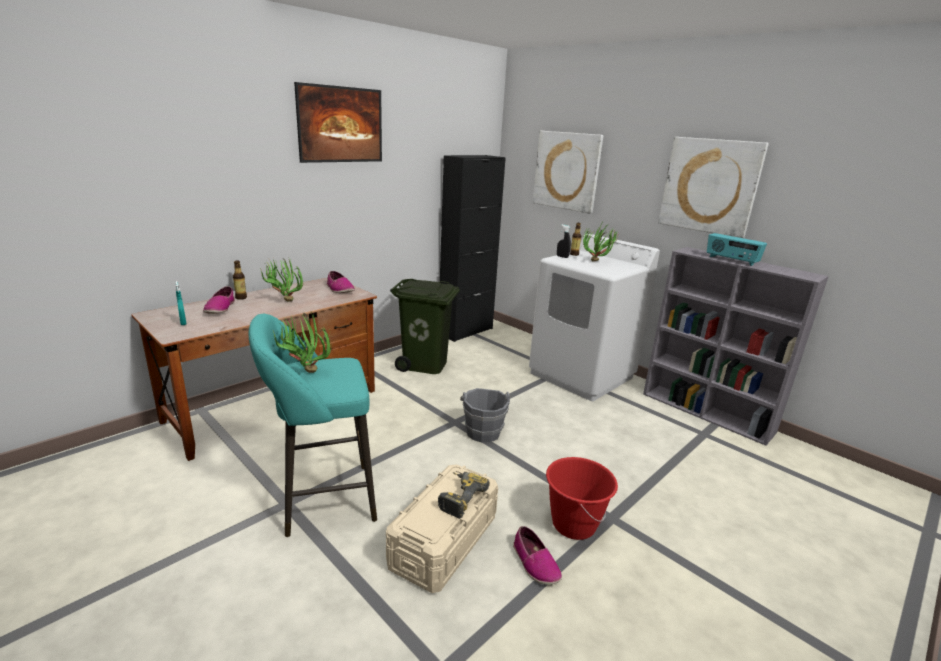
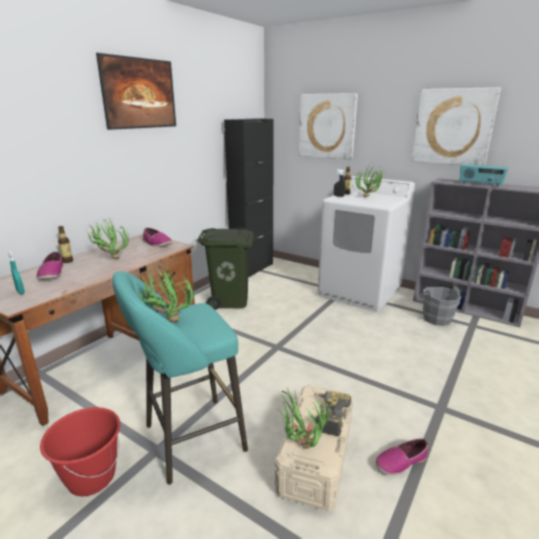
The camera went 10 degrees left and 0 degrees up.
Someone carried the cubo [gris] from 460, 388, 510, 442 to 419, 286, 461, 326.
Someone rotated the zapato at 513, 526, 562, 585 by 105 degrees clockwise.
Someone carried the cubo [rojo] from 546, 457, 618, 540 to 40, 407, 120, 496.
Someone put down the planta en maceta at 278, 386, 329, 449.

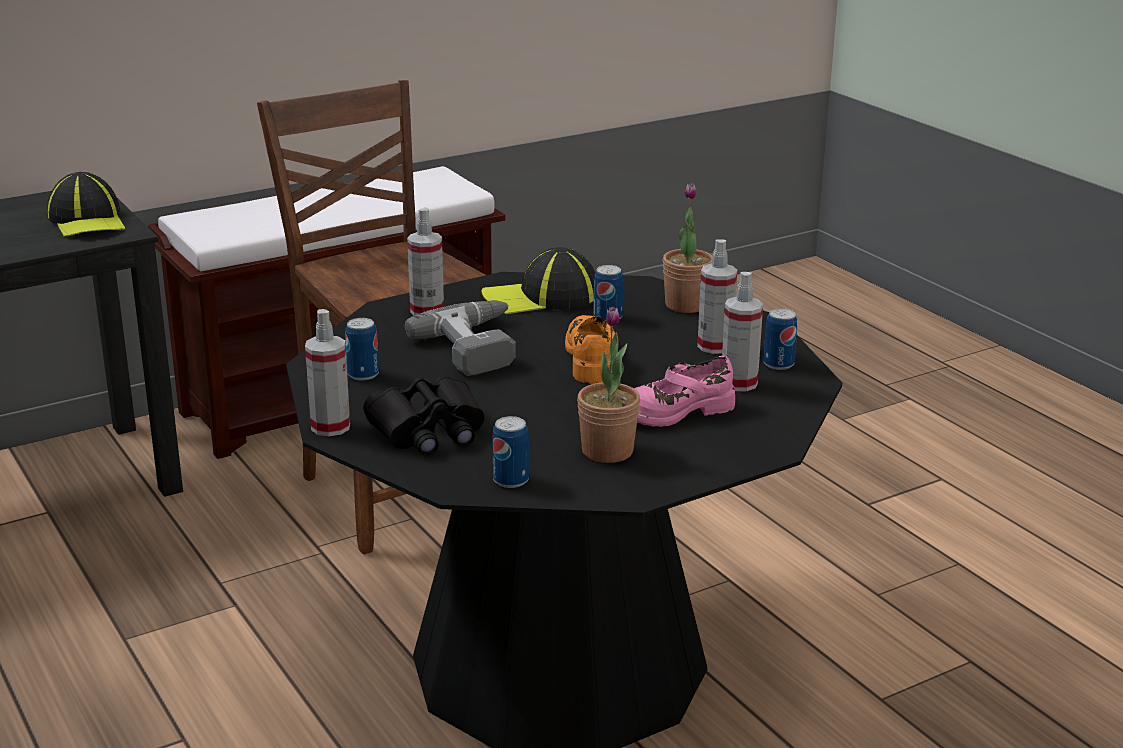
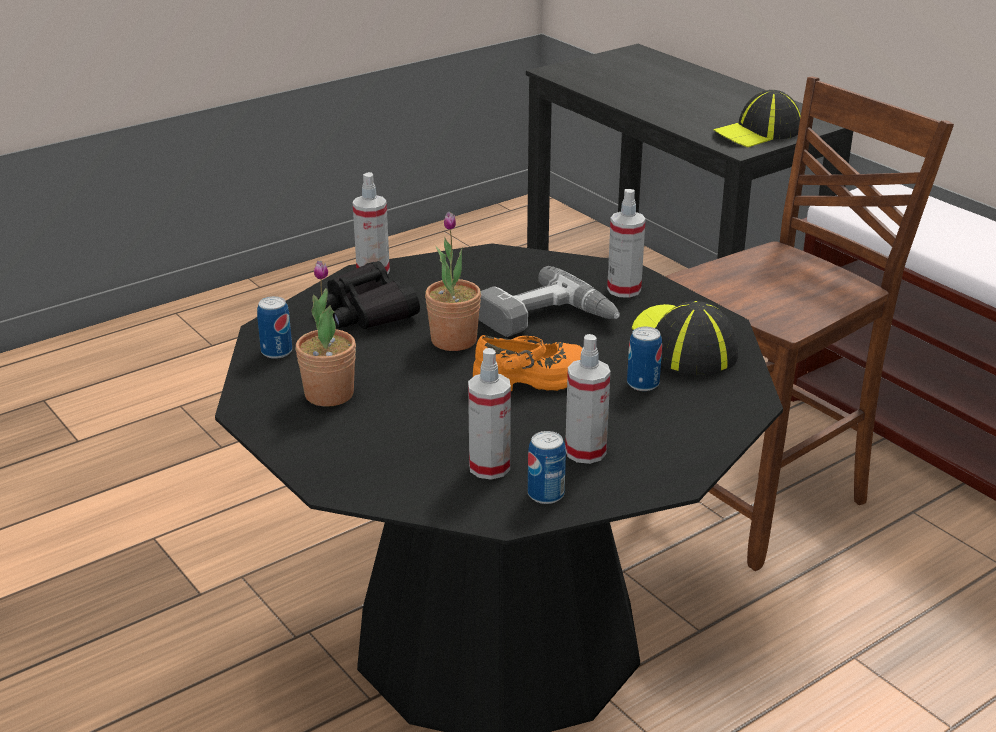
The camera went 85 degrees right and 5 degrees up.
Someone took away the lata at 345, 318, 379, 381.
Someone took away the zapato [rosa] at 634, 356, 735, 427.
Someone carried the planta en maceta from 662, 183, 713, 313 to 425, 212, 481, 351.

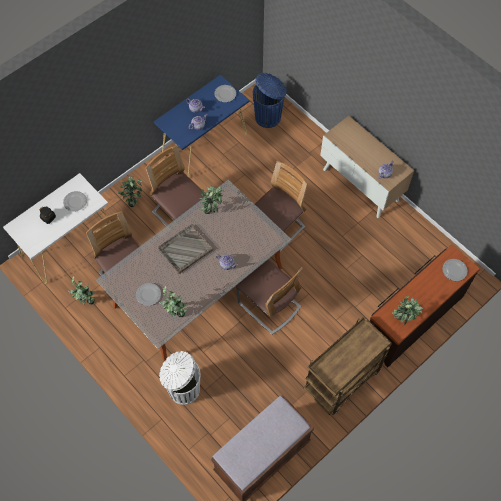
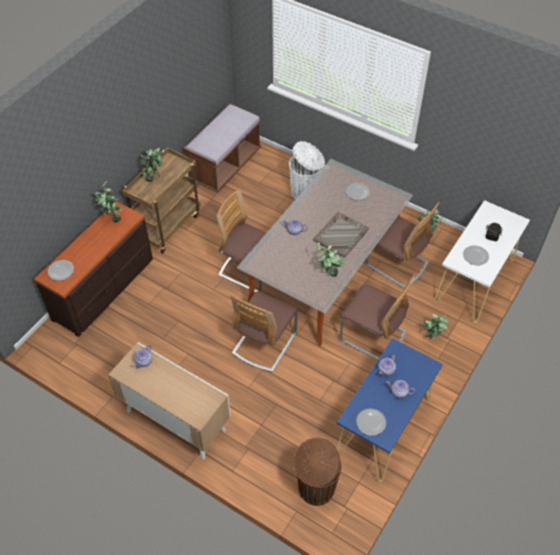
The camera went 165 degrees right and 10 degrees down.
Someone carried the planta en maceta from 159, 286, 187, 317 to 139, 148, 163, 182.
Someone repainted the papelera [azul] at 253, 73, 287, 128, which became the papelera [marrón] at 294, 438, 342, 506.

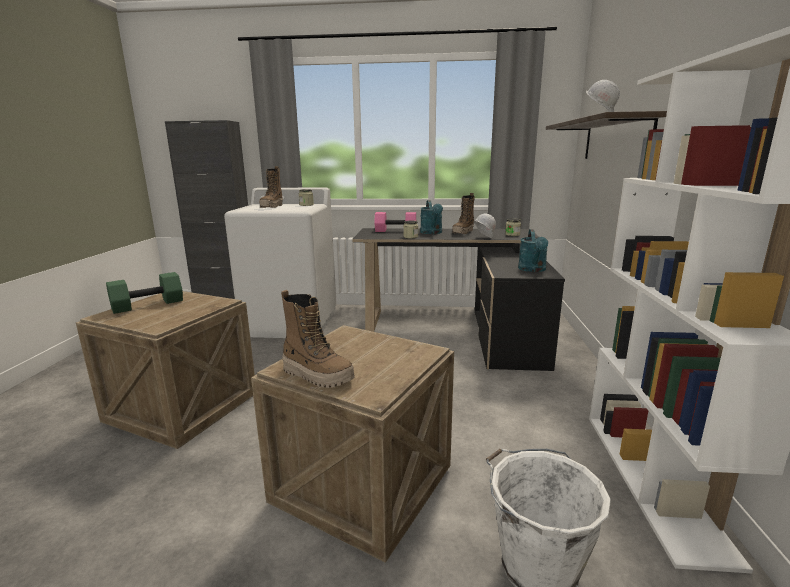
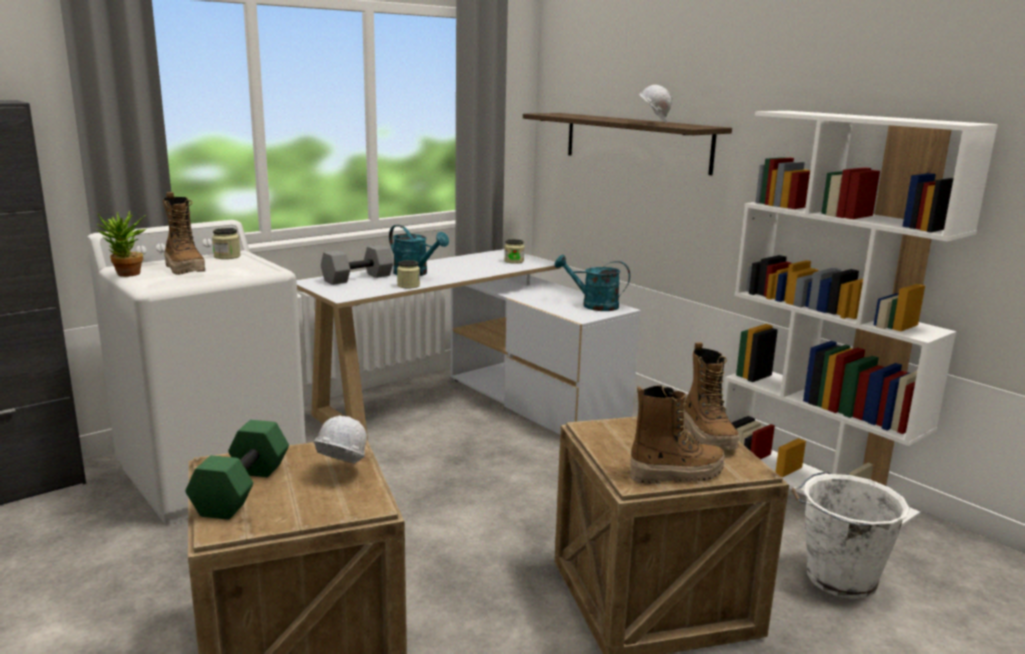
The camera went 45 degrees left and 0 degrees up.
Someone repainted the escritorio [negro] at 352, 228, 565, 371, which became the escritorio [blanco] at 297, 249, 641, 440.
Someone repainted the mancuerna [rosa] at 374, 212, 416, 232, which became the mancuerna [gris] at 321, 245, 393, 285.
Someone carried the bota from 452, 193, 475, 234 to 683, 342, 739, 450.
Someone carried the casco [blanco] from 473, 213, 496, 238 to 313, 415, 367, 464.
Someone rotated the regadera [turquesa] at 518, 229, 548, 272 by 150 degrees clockwise.
Someone put down the planta en maceta at 96, 211, 146, 277.

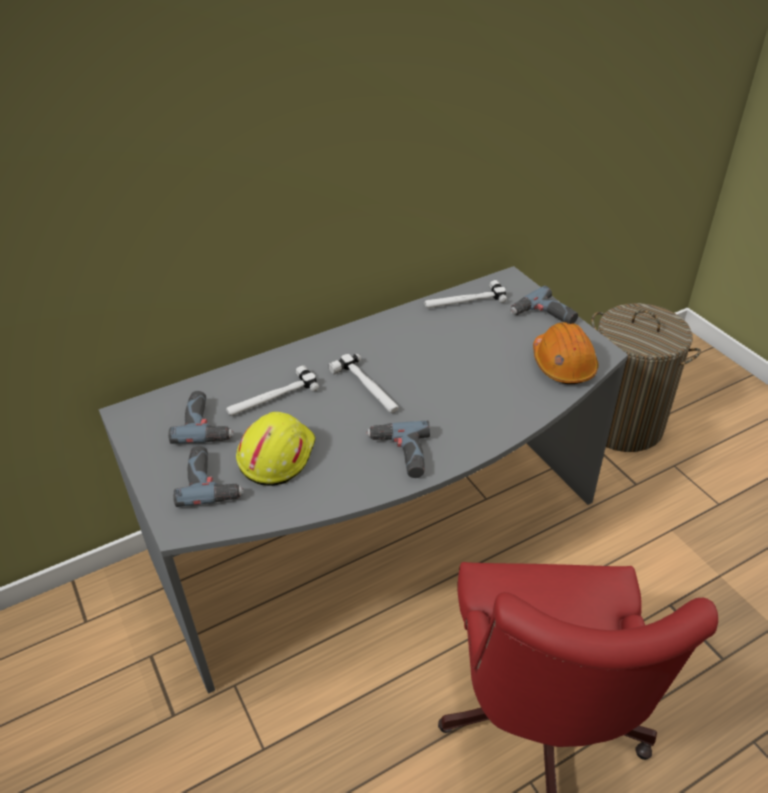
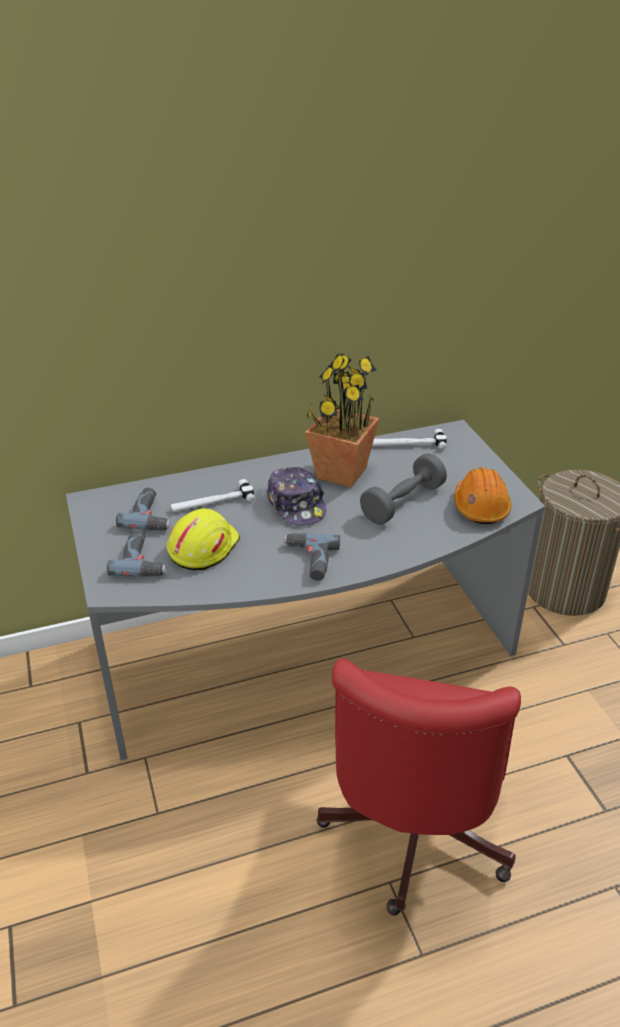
The camera went 10 degrees right and 5 degrees down.
Someone swapped the martillo at 328, 353, 399, 413 for the gorra at 266, 467, 326, 526.
Someone took away the taladro at 510, 286, 578, 324.
Someone put down the planta en maceta at 305, 353, 379, 488.
Someone put down the mancuerna [gris] at 360, 453, 447, 525.

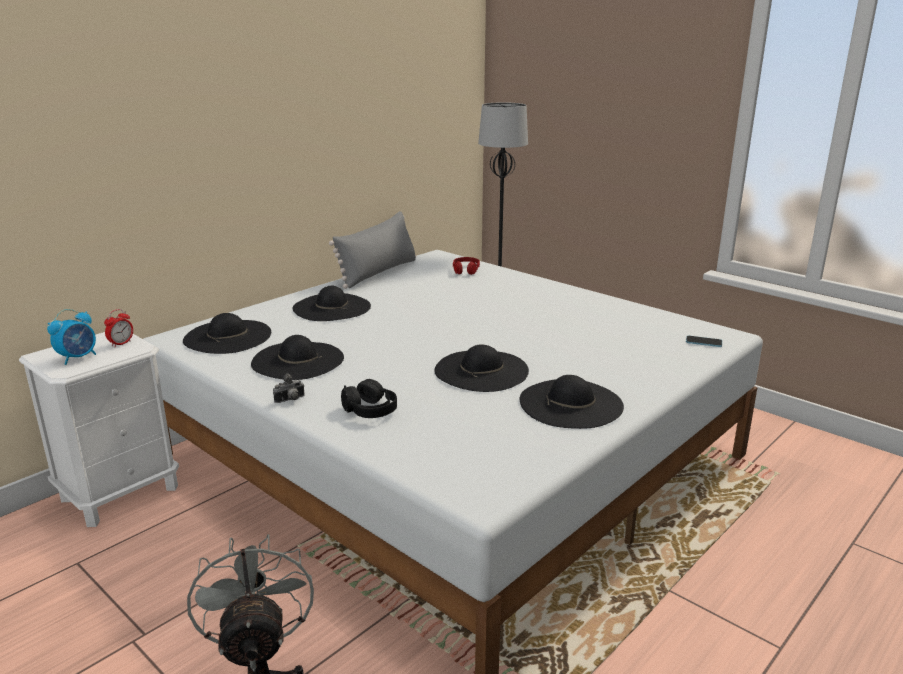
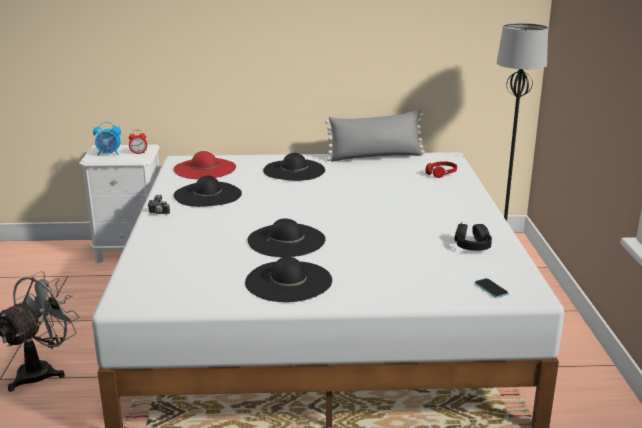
The camera went 45 degrees right and 0 degrees up.
Someone repainted the sombrero [negro] at 183, 313, 271, 354, which became the sombrero [rojo] at 174, 151, 236, 179.
Someone carried the auriculares [negro] from 341, 379, 397, 418 to 454, 222, 492, 251.

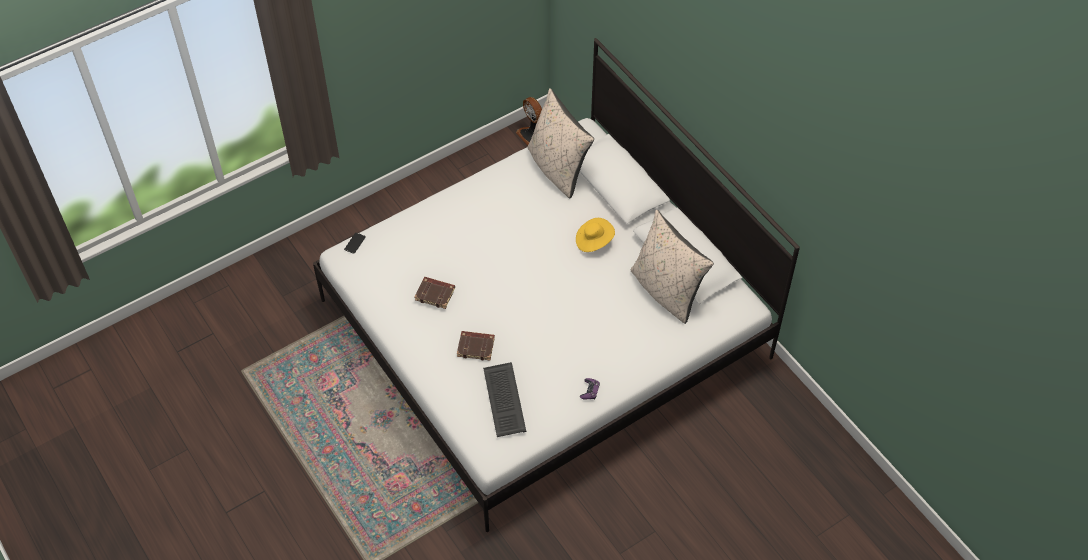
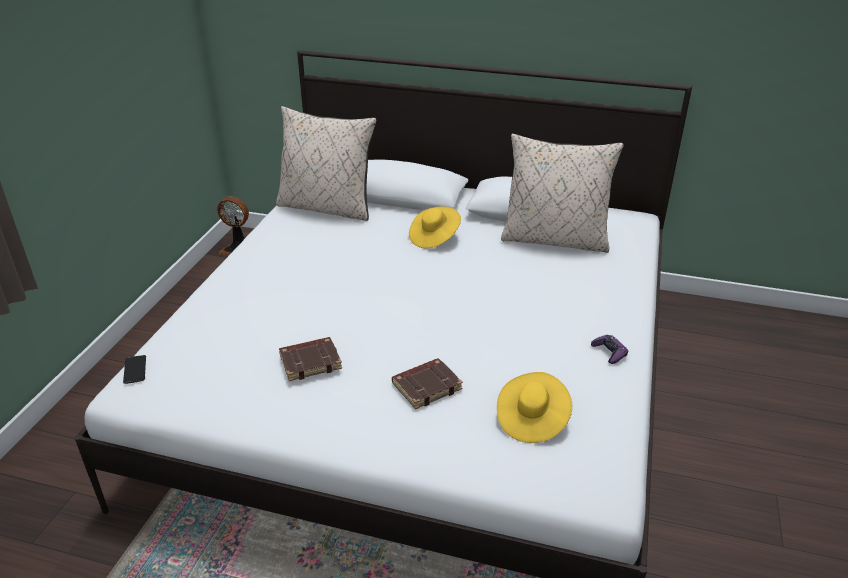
The camera went 40 degrees left and 20 degrees down.
Someone swapped the teclado at 483, 362, 526, 437 for the sombrero [amarillo] at 497, 372, 572, 443.

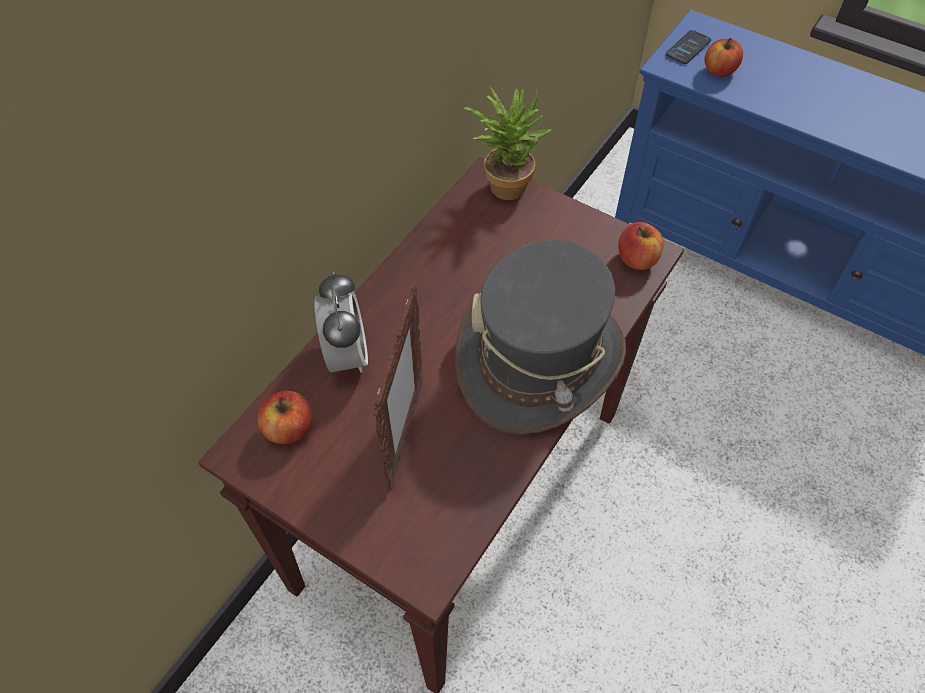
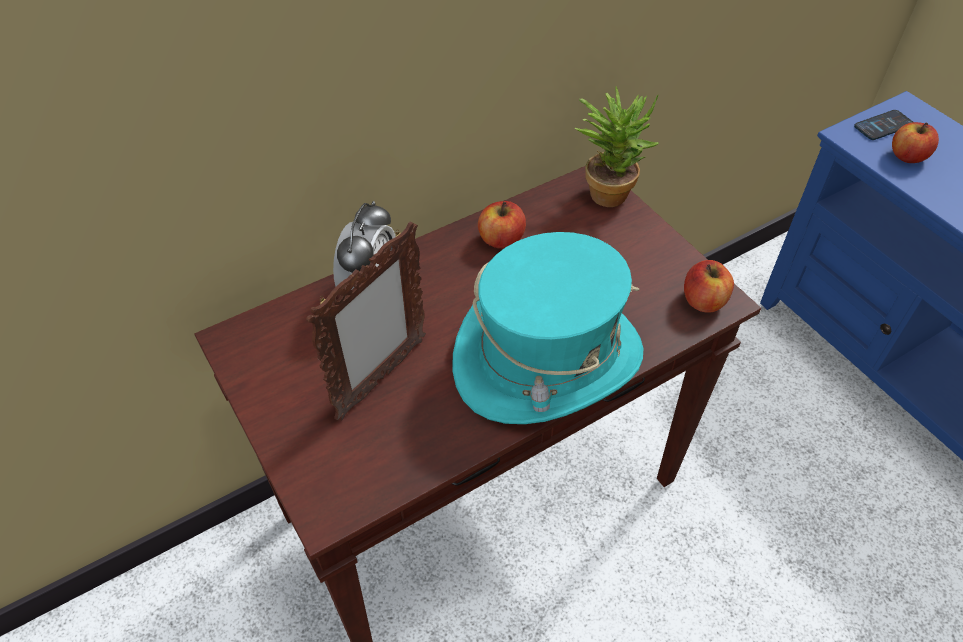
The camera went 25 degrees right and 5 degrees down.
Someone carried the manzana from 258, 391, 312, 444 to 478, 201, 526, 249.
Someone repainted the sombrero [gris] at 455, 240, 626, 435, which became the sombrero [turquesa] at 453, 232, 643, 424.

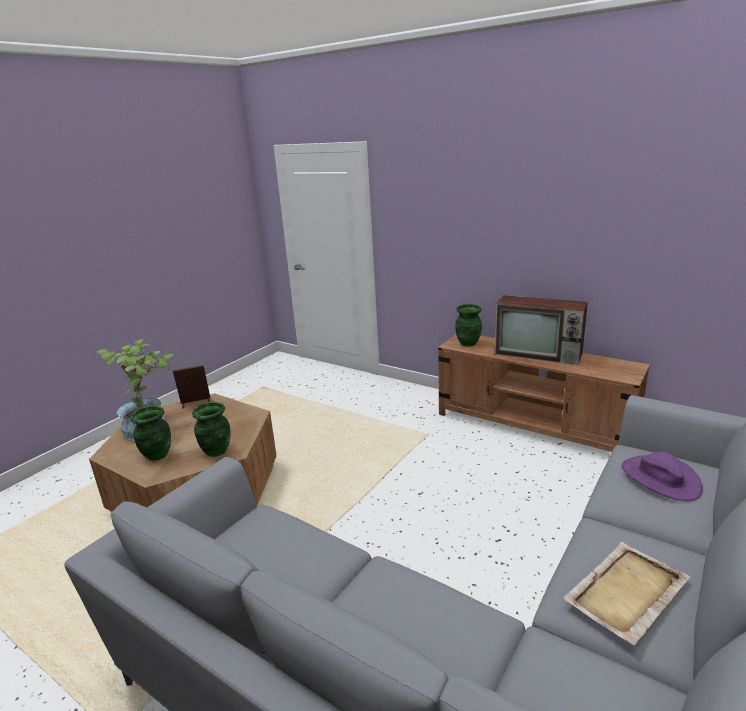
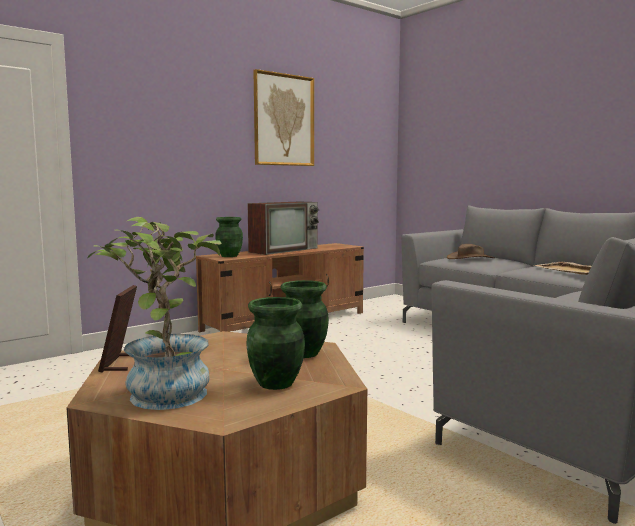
The camera went 75 degrees left and 15 degrees down.
Someone repainted the sombrero [morado] at 621, 452, 703, 501, which became the sombrero [marrón] at 447, 244, 495, 259.
Someone put up the cuadro at 253, 69, 314, 166.

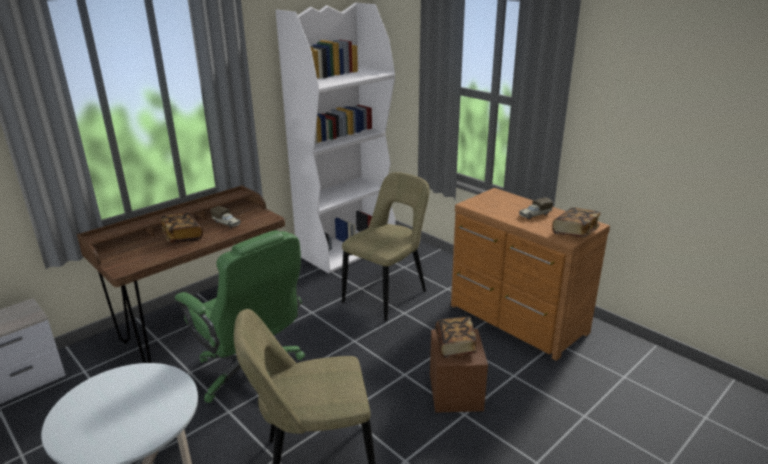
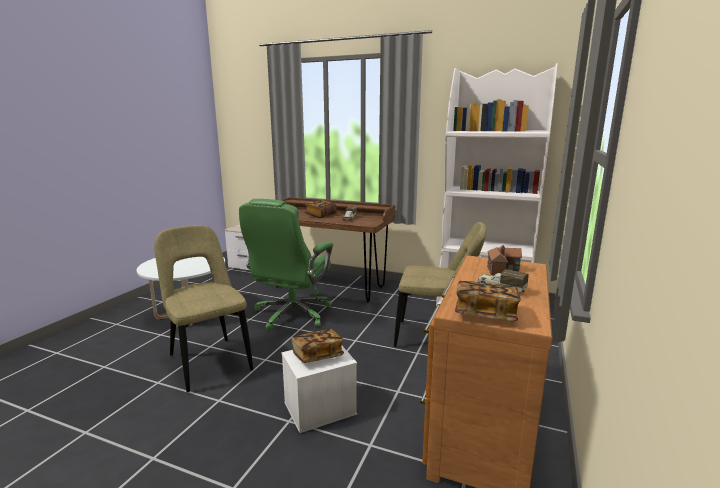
The camera went 65 degrees right and 10 degrees down.
Someone repainted the caja de almacenaje [marrón] at 430, 329, 488, 413, which became the caja de almacenaje [blanco] at 281, 345, 357, 433.
Someone put down the casita at 487, 245, 522, 276.

